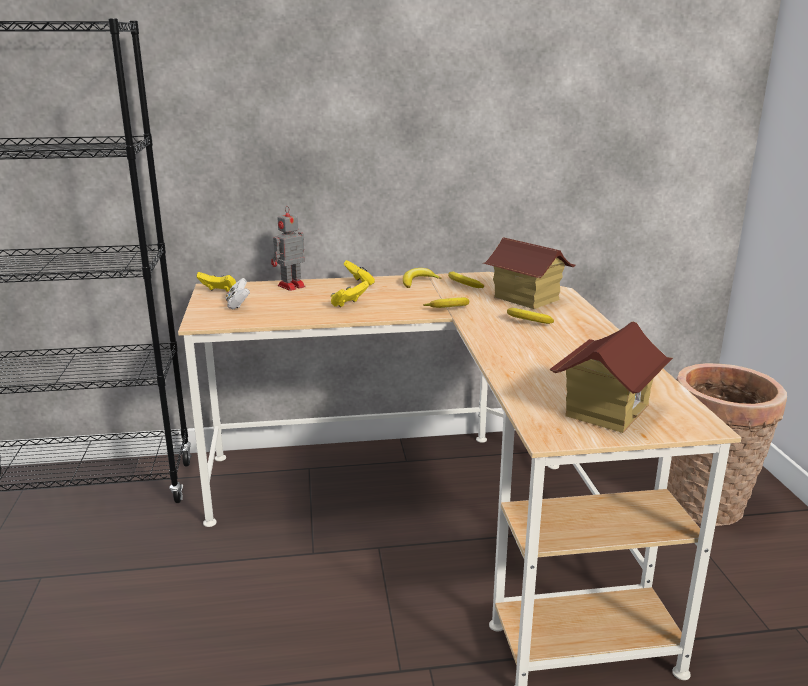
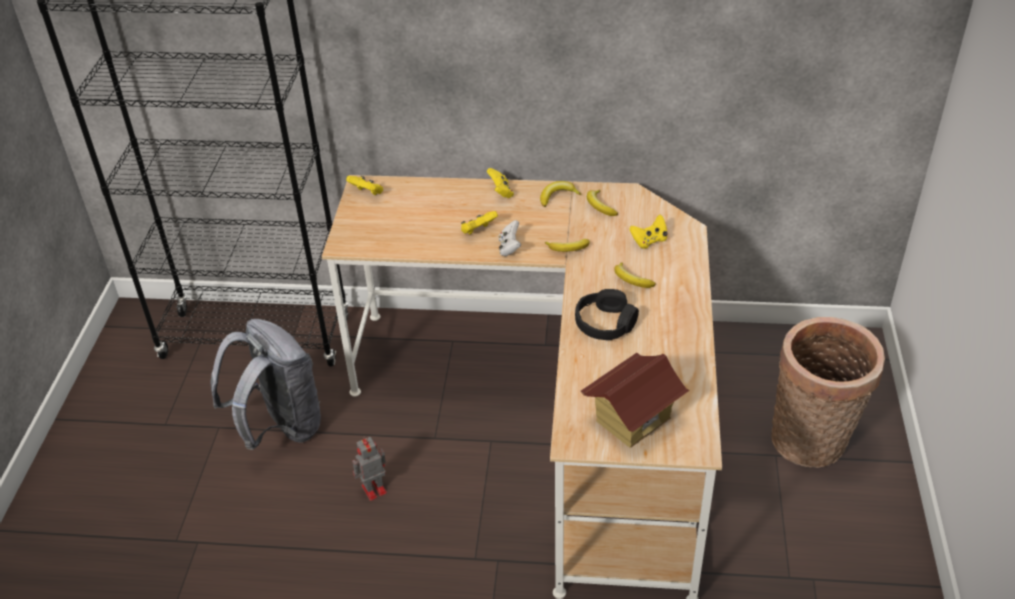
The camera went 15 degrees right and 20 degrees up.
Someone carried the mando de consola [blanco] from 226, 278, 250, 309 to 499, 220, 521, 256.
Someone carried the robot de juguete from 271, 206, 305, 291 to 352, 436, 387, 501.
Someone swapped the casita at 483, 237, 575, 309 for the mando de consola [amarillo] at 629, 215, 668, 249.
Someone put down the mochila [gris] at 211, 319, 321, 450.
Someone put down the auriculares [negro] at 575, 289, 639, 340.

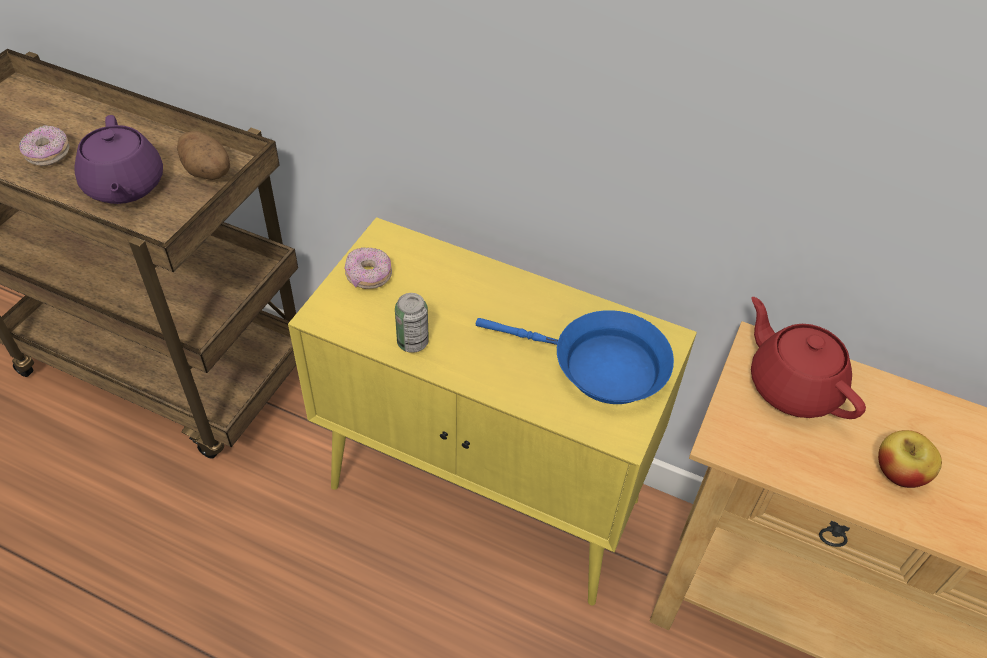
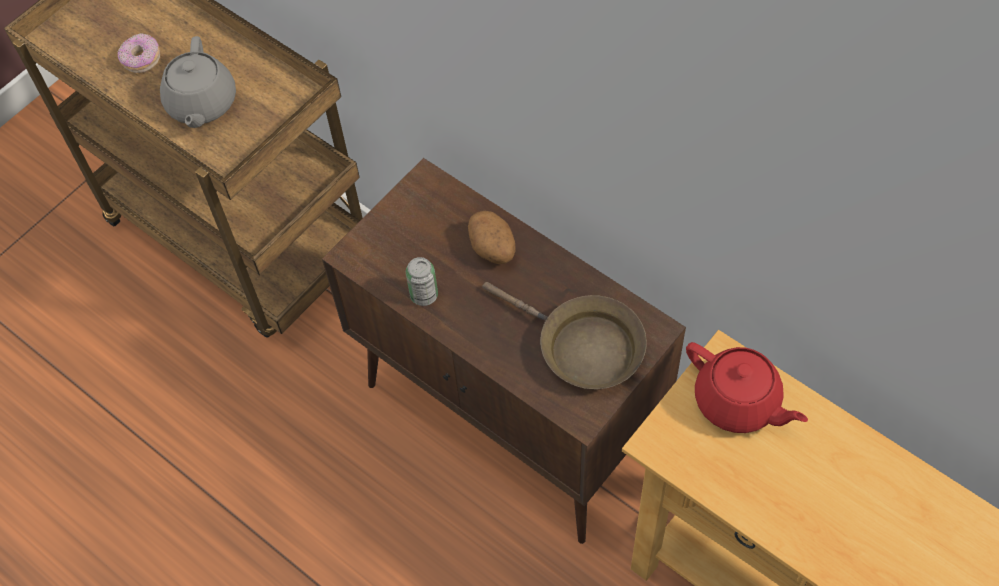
The camera went 20 degrees right and 10 degrees up.
Someone repainted the tetera [morado] at 74, 115, 163, 204, which became the tetera [gris] at 160, 36, 236, 128.
Someone carried the patata from 177, 131, 230, 180 to 468, 211, 516, 264.
Someone repainted the armario [amarillo] at 288, 217, 697, 606, which became the armario [marrón] at 322, 158, 686, 544.
Someone took away the rosquilla at 344, 247, 392, 289.
Someone repainted the sartén [azul] at 476, 310, 674, 404, which became the sartén [marrón] at 482, 282, 647, 389.
Someone rotated the tetera [rojo] at 751, 297, 866, 419 by 150 degrees clockwise.
Someone took away the manzana at 878, 430, 942, 488.

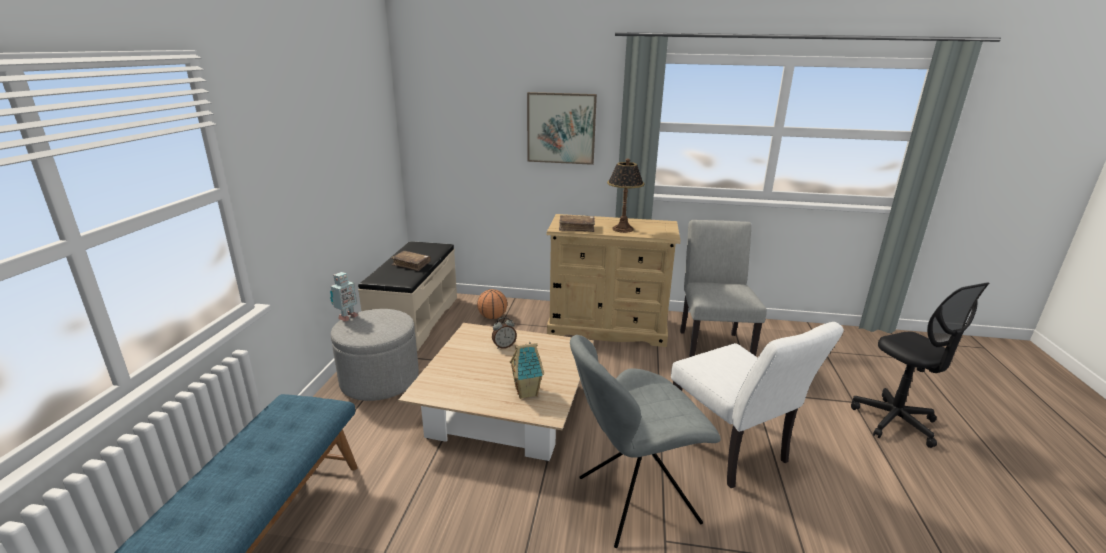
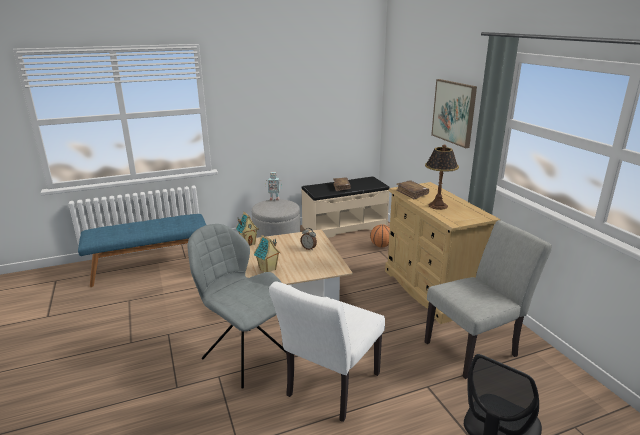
The camera went 60 degrees right and 0 degrees up.
Someone put down the casita at 236, 212, 259, 246.

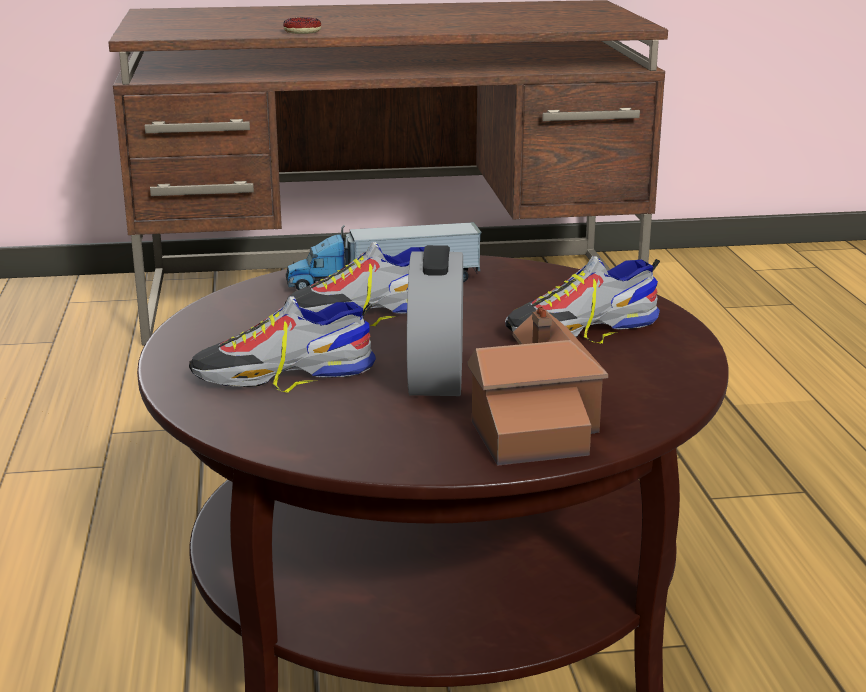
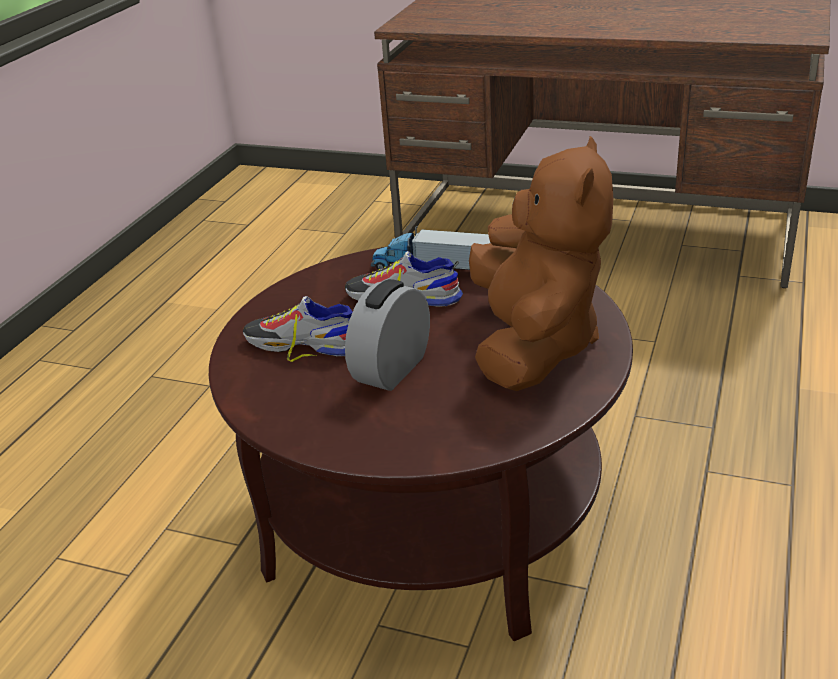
The camera went 30 degrees right and 10 degrees up.
Someone took away the rosquilla at 283, 17, 321, 34.
Someone took away the casita at 468, 306, 608, 466.
Someone swapped the zapato at 505, 256, 660, 344 for the peluche [marrón] at 469, 136, 613, 391.

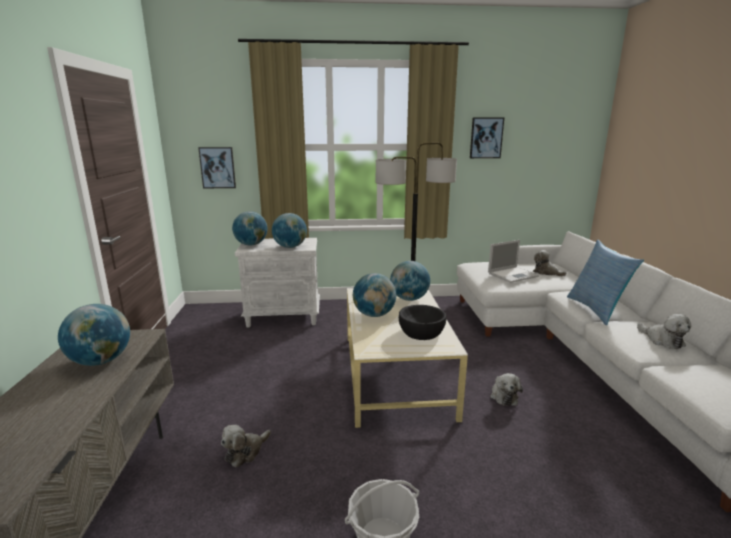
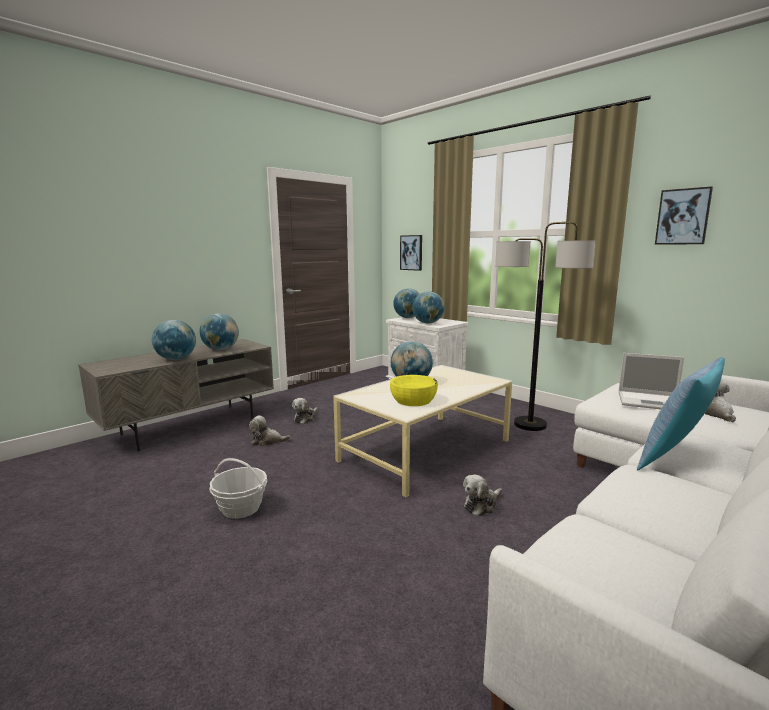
The camera went 50 degrees right and 5 degrees down.
Someone carried the globo terráqueo from 390, 261, 430, 301 to 152, 320, 196, 360.
Someone repainted the cuenco [negro] at 399, 305, 446, 340, which became the cuenco [amarillo] at 390, 375, 438, 406.
Someone carried the peluche from 637, 314, 691, 349 to 292, 398, 318, 424.

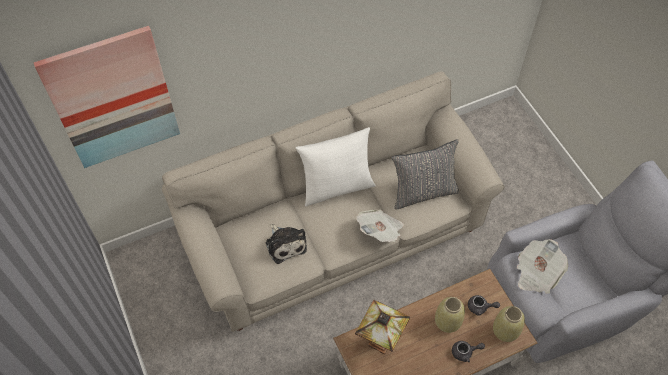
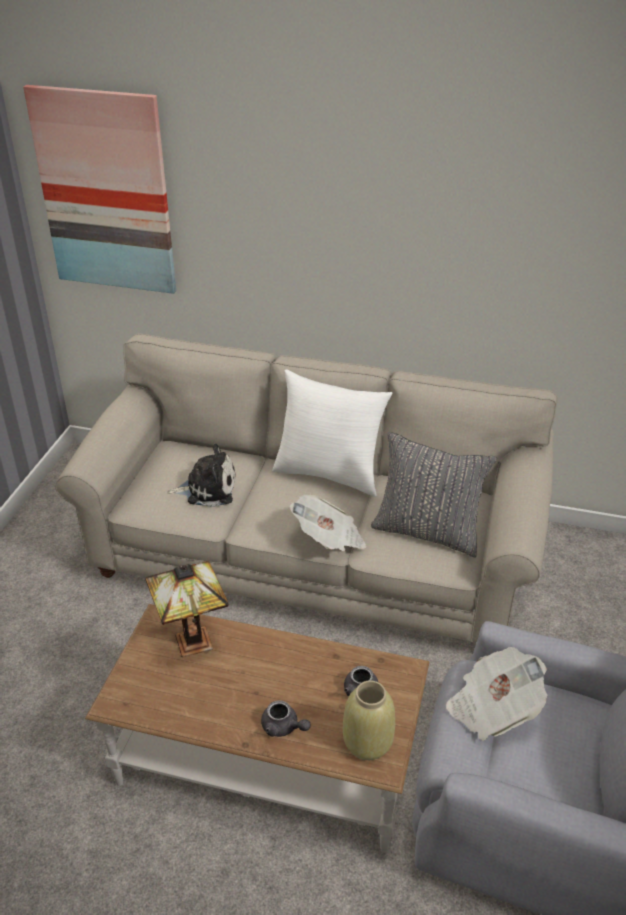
The camera went 40 degrees right and 20 degrees down.
Someone rotated the peluche at 266, 224, 307, 264 by 105 degrees counterclockwise.
Someone took away the florero [beis] at 435, 297, 465, 333.

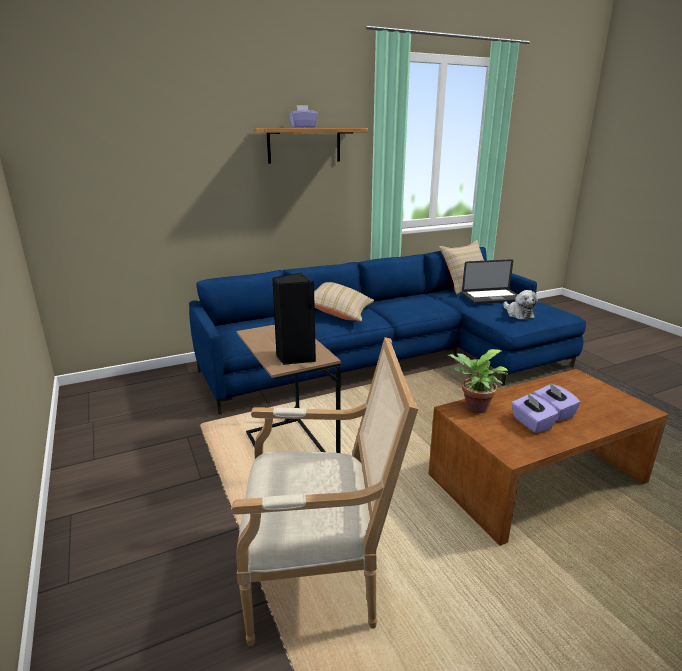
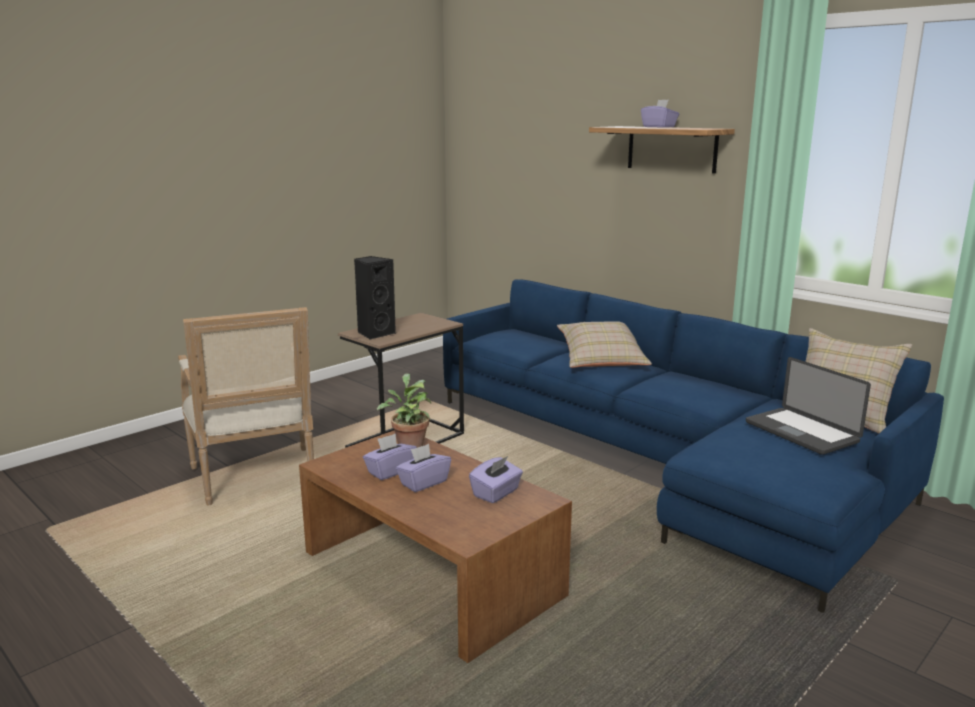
The camera went 70 degrees right and 5 degrees down.
Someone took away the peluche at 503, 290, 538, 320.
Someone put down the caja de pañuelos [morado] at 469, 456, 523, 503.

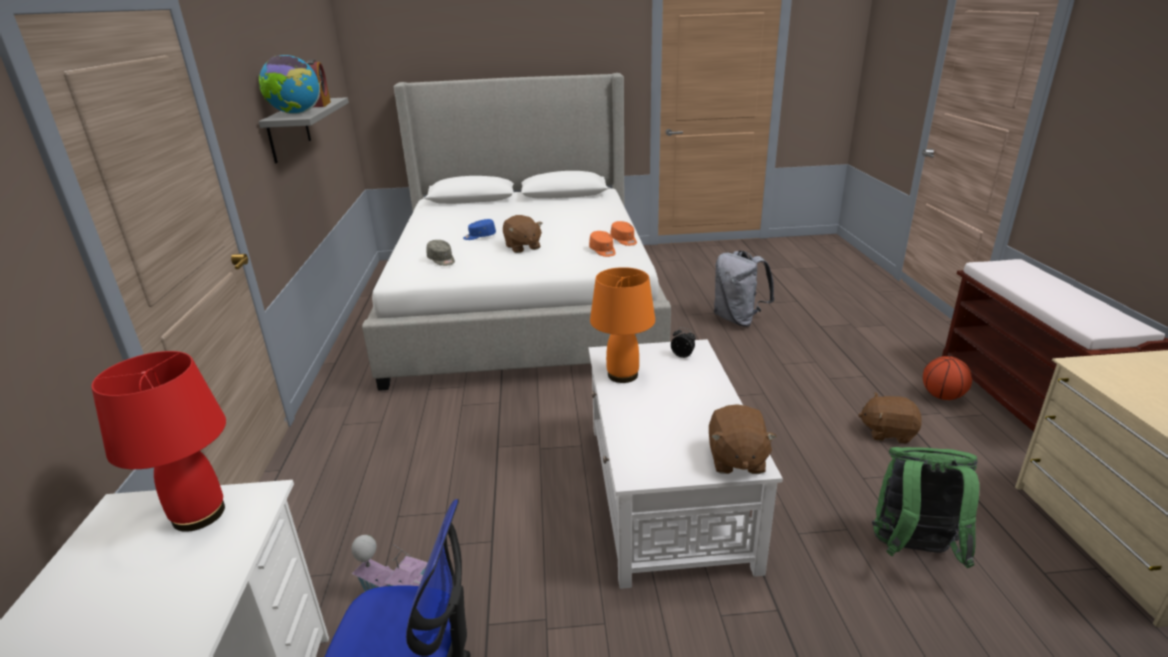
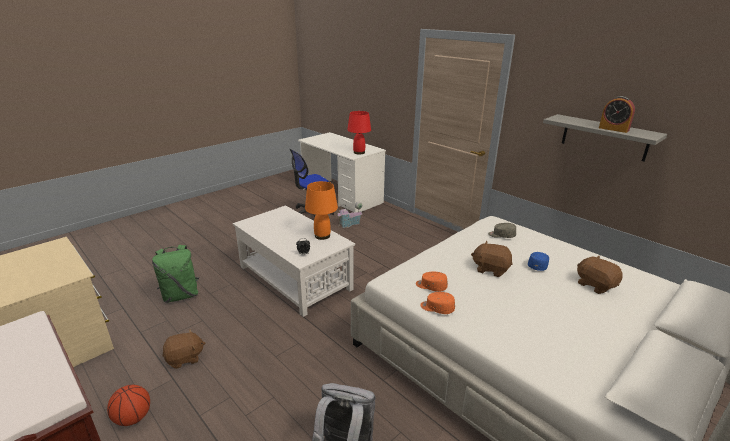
The camera went 140 degrees right and 0 degrees up.
Someone took away the globo terráqueo at 259, 55, 320, 114.
Someone carried the peluche [marrón] from 709, 404, 777, 474 to 577, 256, 623, 294.

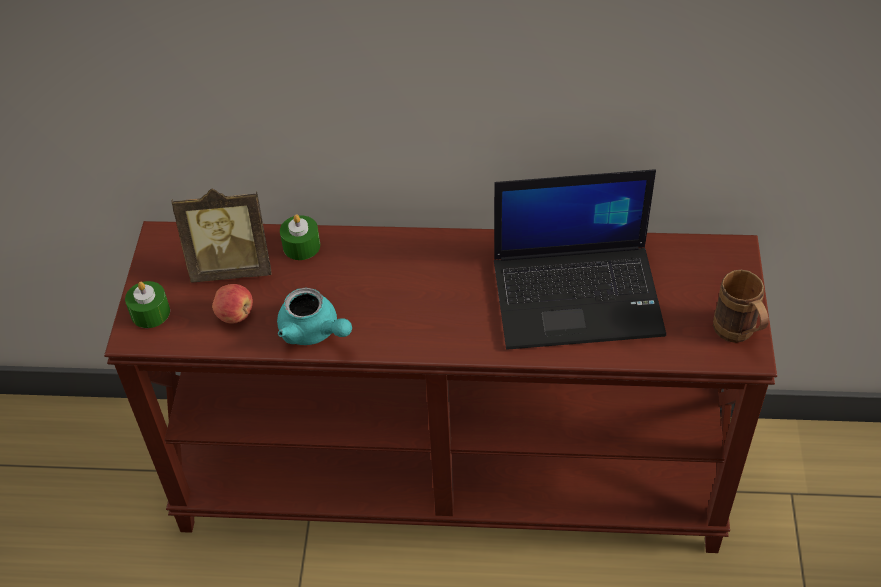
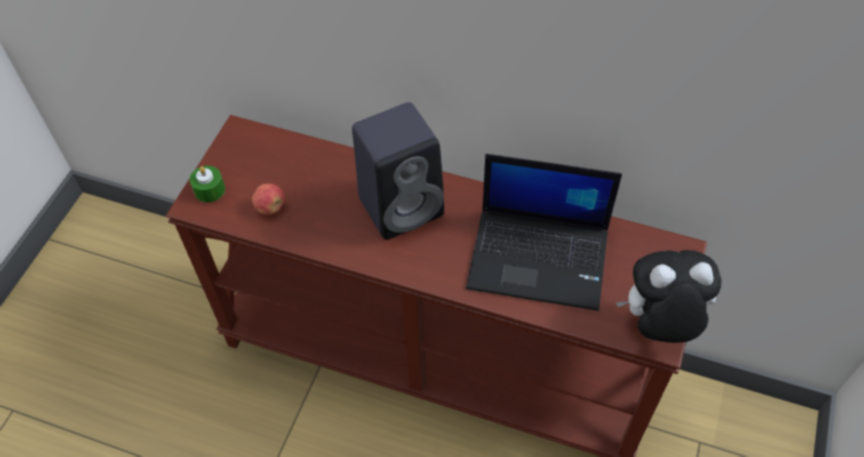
The camera went 15 degrees right and 5 degrees up.
Someone took away the portarretratos at 172, 189, 272, 283.
Someone took away the tetera [turquesa] at 277, 288, 352, 345.
Someone took away the vela [verde] at 280, 214, 320, 260.
Someone swapped the taza grande [marrón] at 713, 270, 769, 343 for the peluche at 616, 250, 722, 343.
Someone put down the altavoz [negro] at 352, 102, 444, 240.

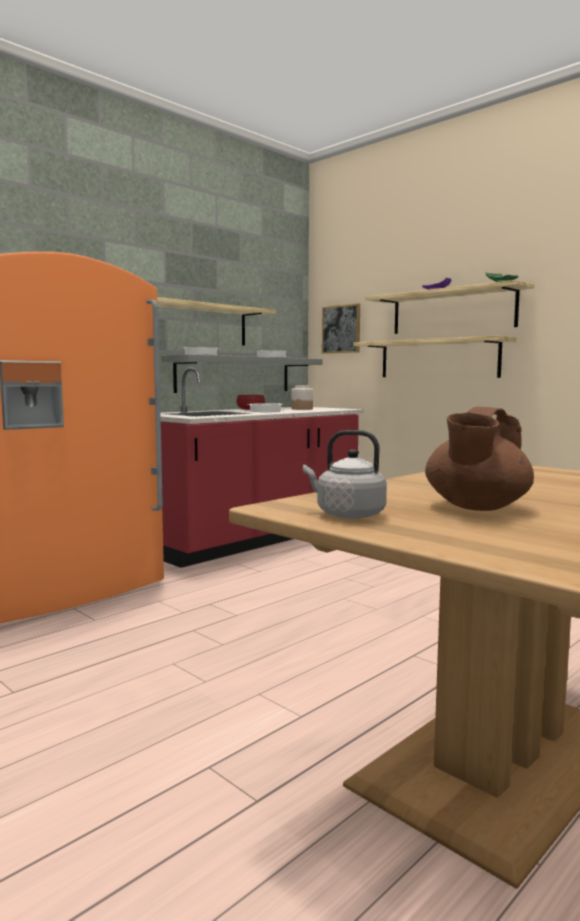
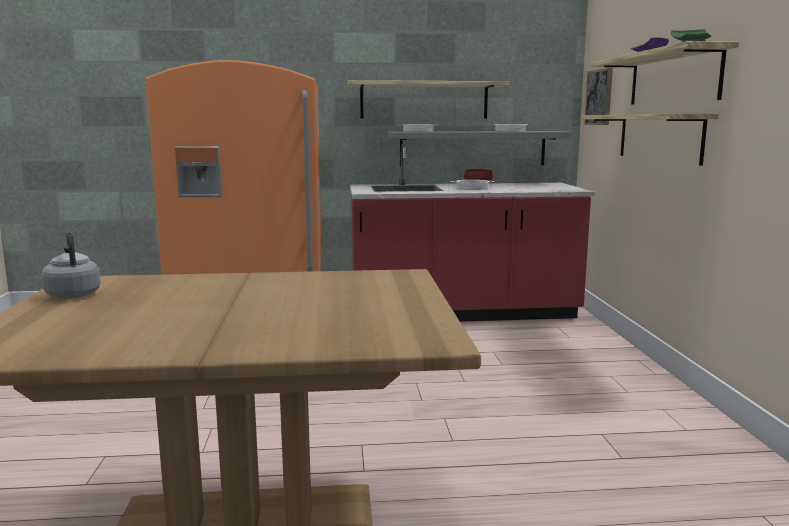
The camera went 40 degrees right and 5 degrees up.
Someone took away the tarro at 291, 385, 313, 410.
Someone took away the tetera [marrón] at 425, 407, 534, 511.

